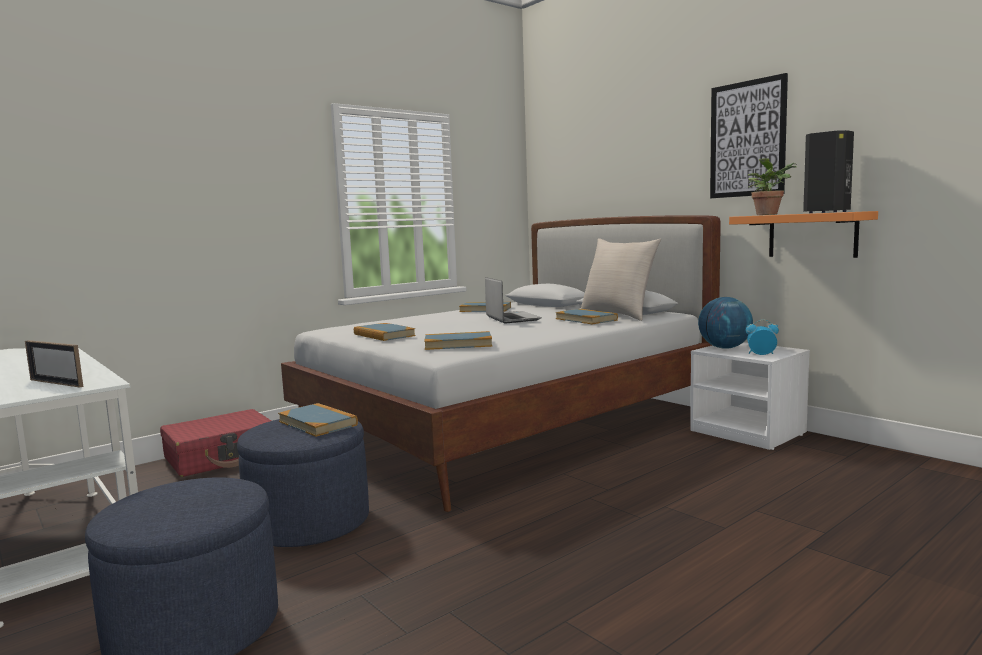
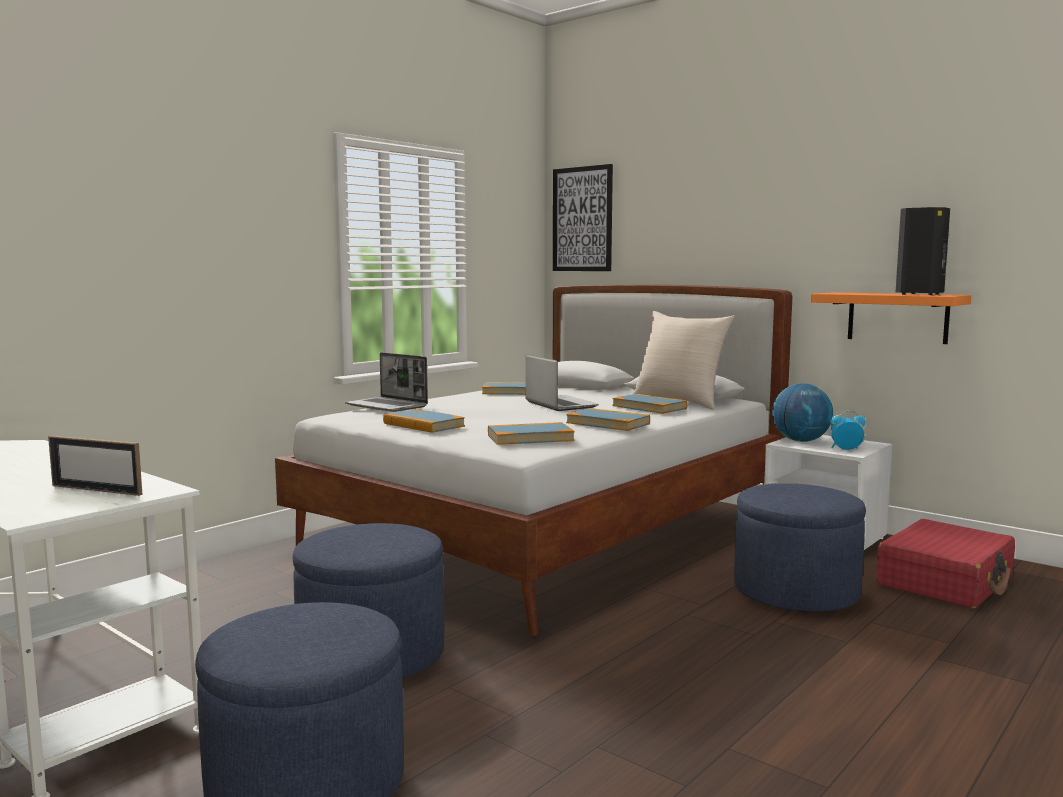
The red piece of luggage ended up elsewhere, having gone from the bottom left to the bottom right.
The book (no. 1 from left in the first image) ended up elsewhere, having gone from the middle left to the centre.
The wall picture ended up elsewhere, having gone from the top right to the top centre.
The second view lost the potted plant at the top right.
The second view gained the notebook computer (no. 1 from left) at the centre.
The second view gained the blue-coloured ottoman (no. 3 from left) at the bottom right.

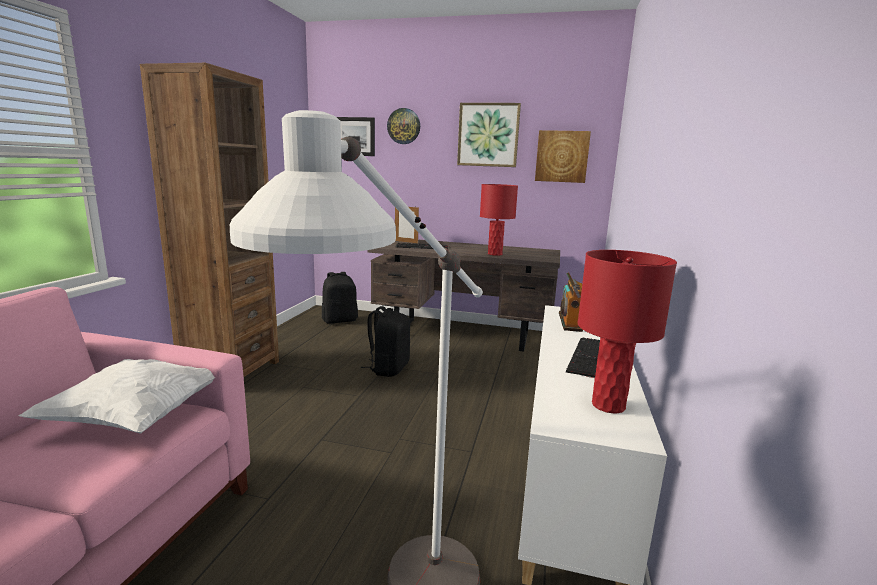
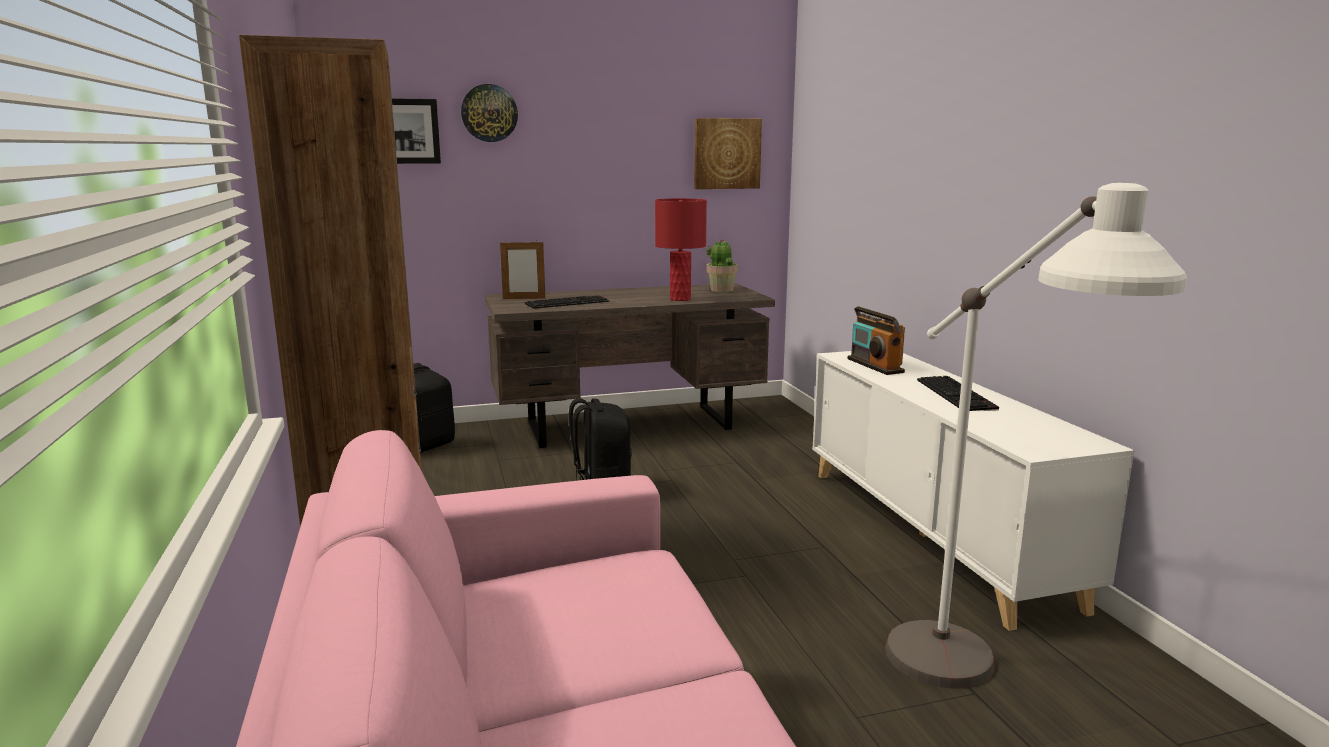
The second view lost the whitish cushion at the bottom left.
The second view lost the wall picture (no. 2 from left) at the top centre.
The second view lost the red tabletop lamp (no. 2 from left) at the middle right.
The second view gained the potted plant at the centre.

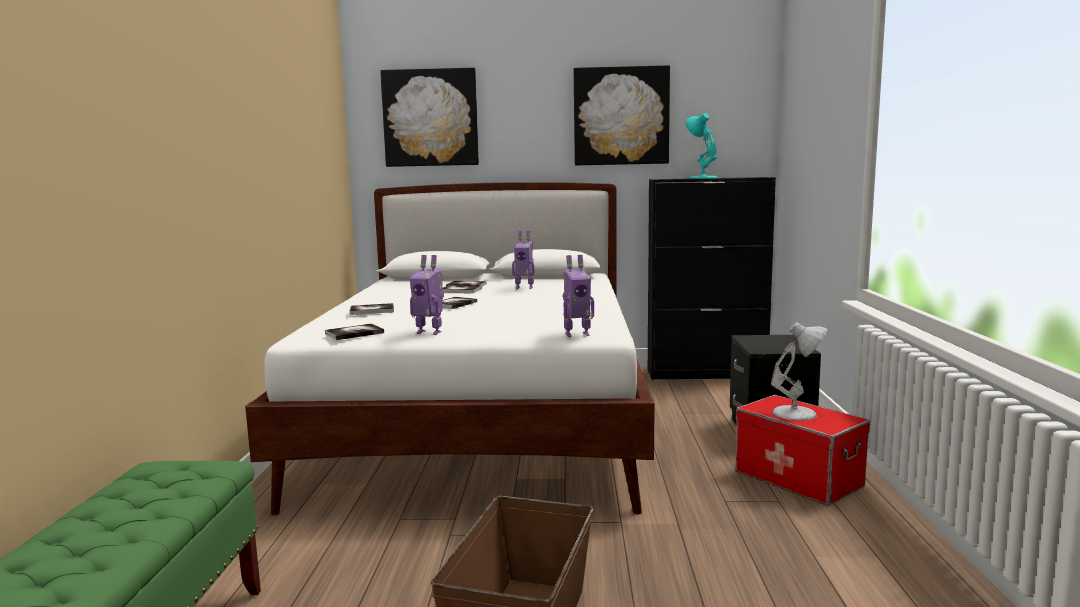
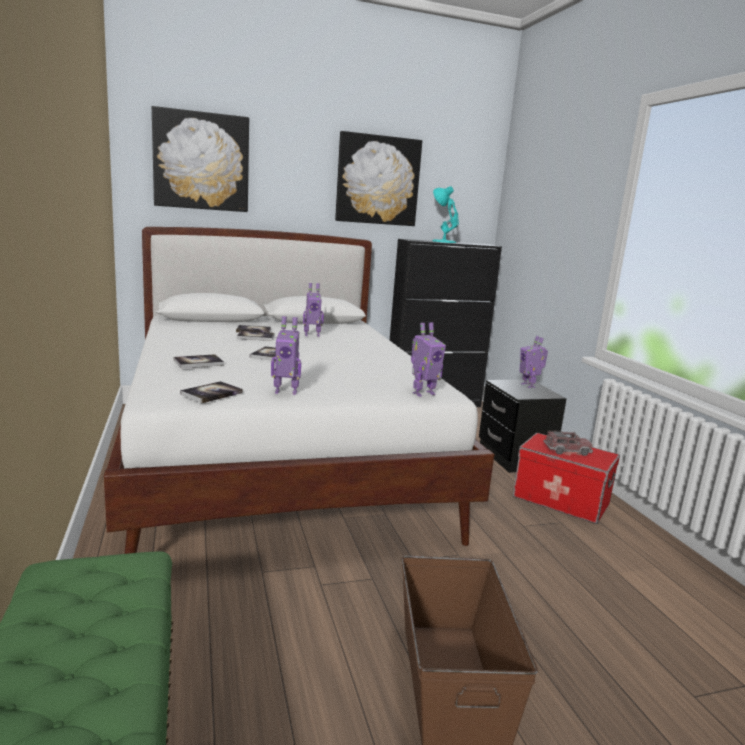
Where the whitish tabletop lamp stood at the middle right, the toy truck came to stand at the middle right.
The second view gained the robot figure (no. 4 from left) at the middle right.

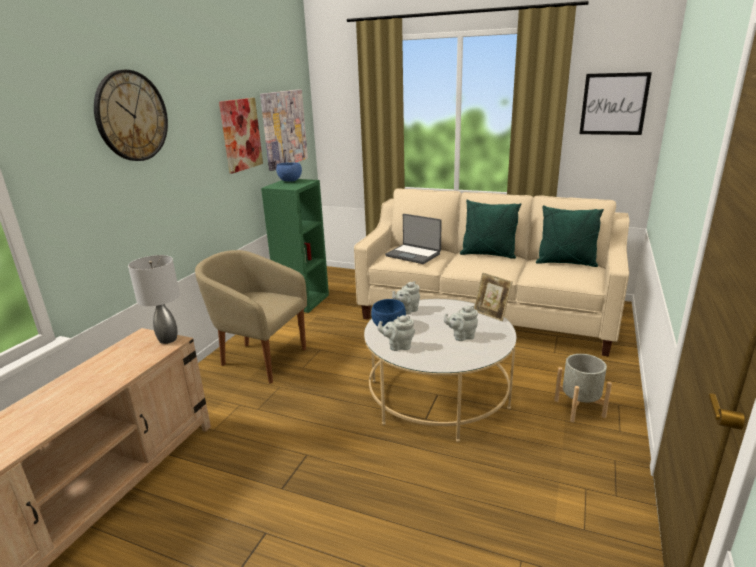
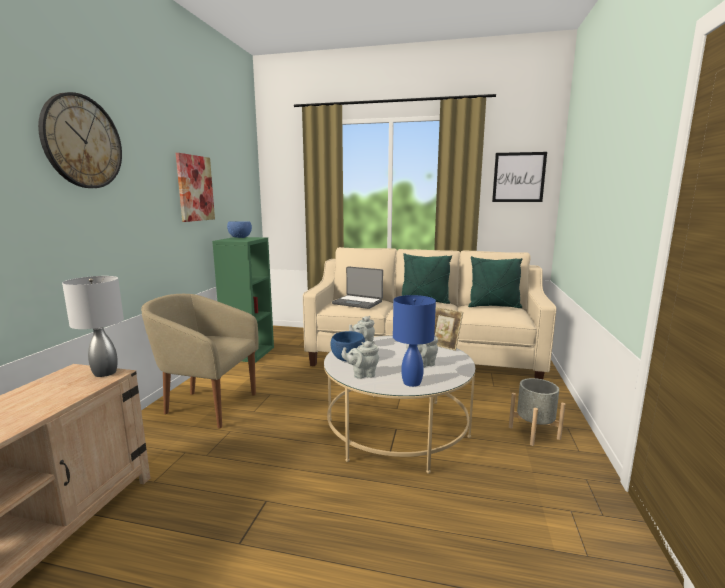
The second view lost the wall picture (no. 2 from left) at the top centre.
The second view gained the blue-coloured tabletop lamp at the centre.

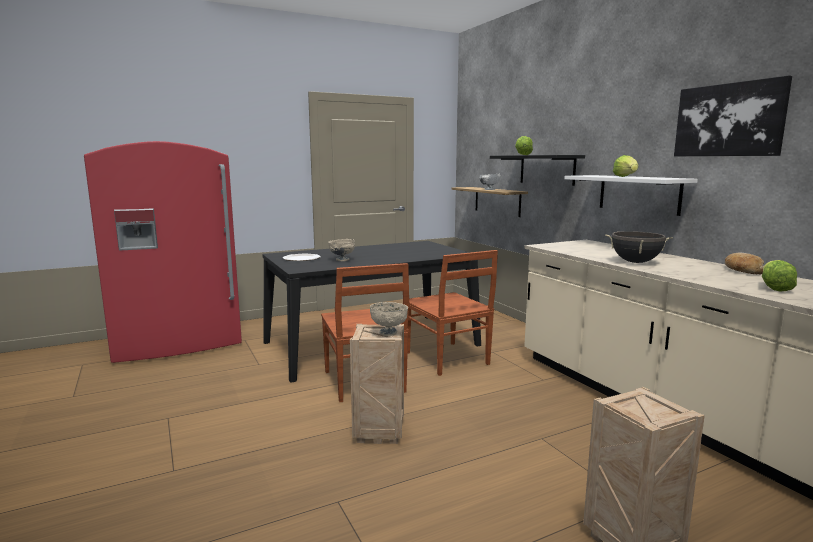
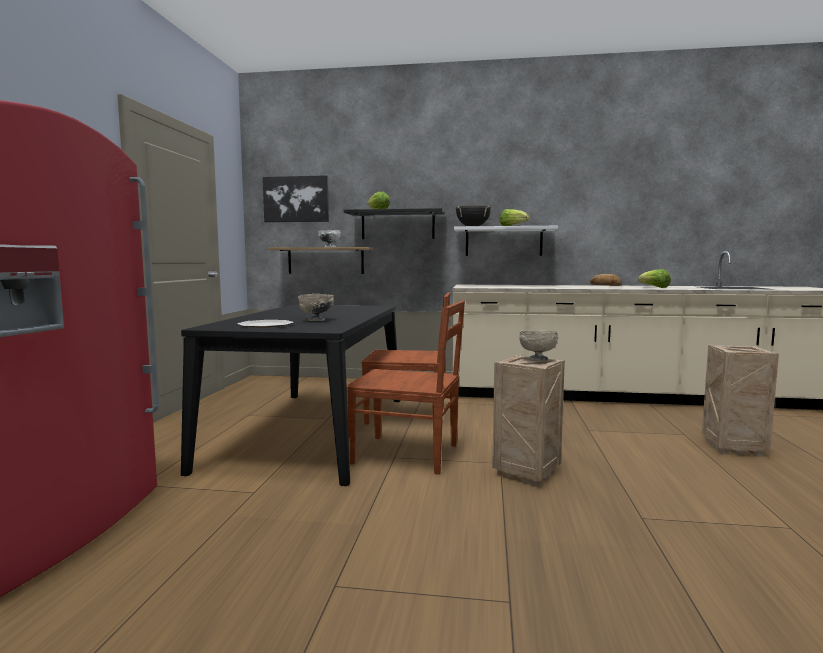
The blackish saucepot ended up elsewhere, having gone from the middle right to the top centre.
The wall picture ended up elsewhere, having gone from the top right to the top centre.

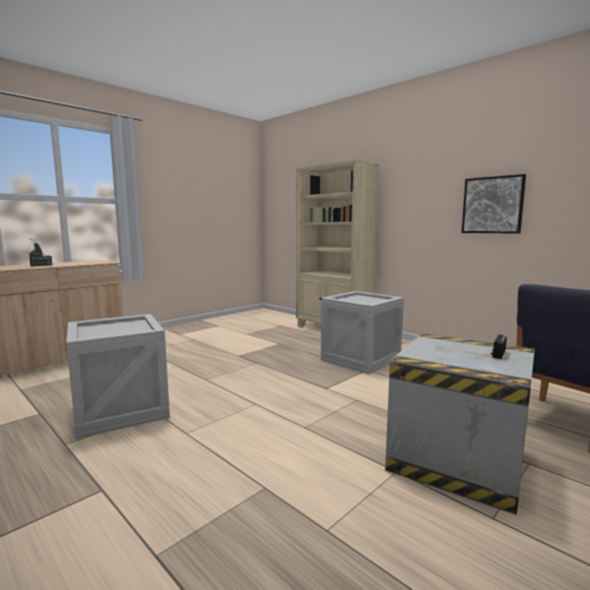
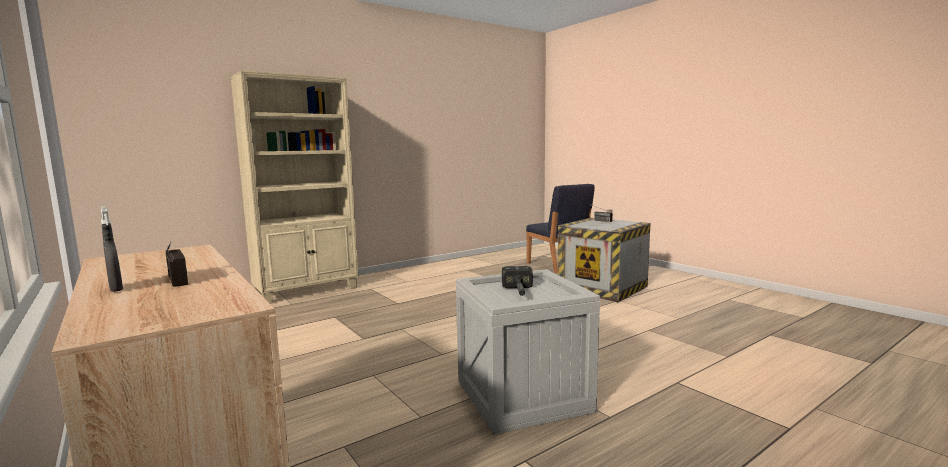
The second view lost the packing crate (no. 2 from left) at the centre.
The second view lost the wall picture at the middle right.
The second view gained the hammer at the centre.

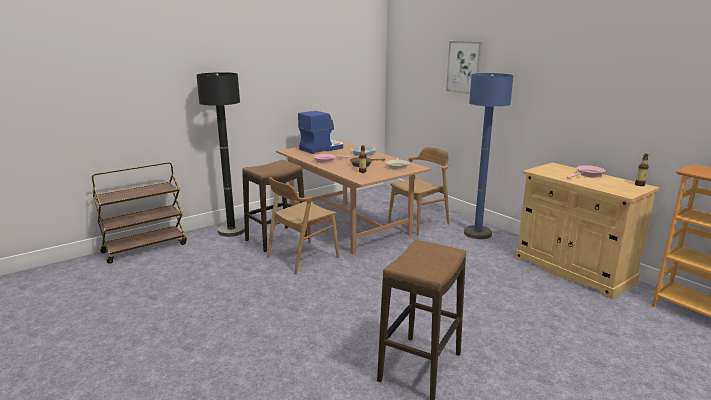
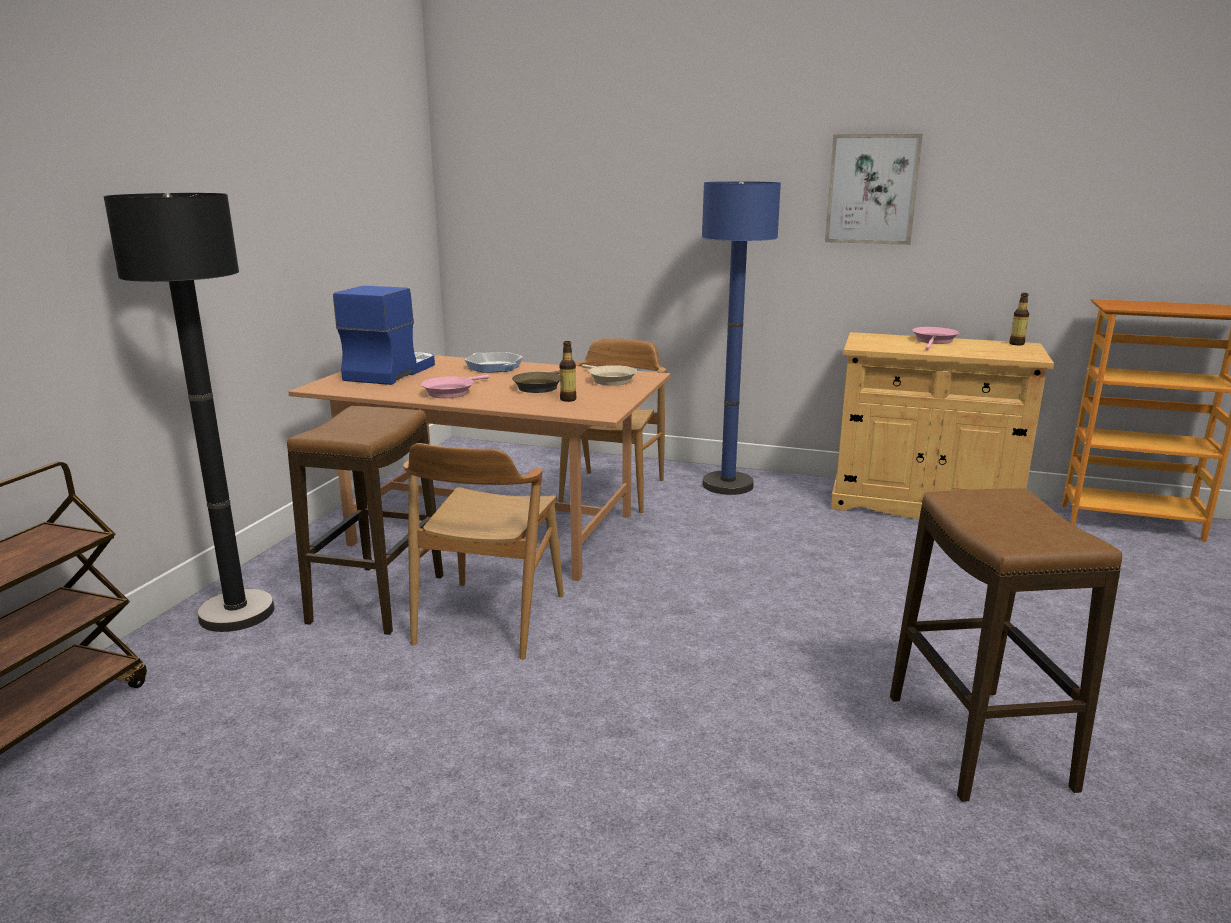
The wall picture ended up elsewhere, having gone from the top centre to the top right.

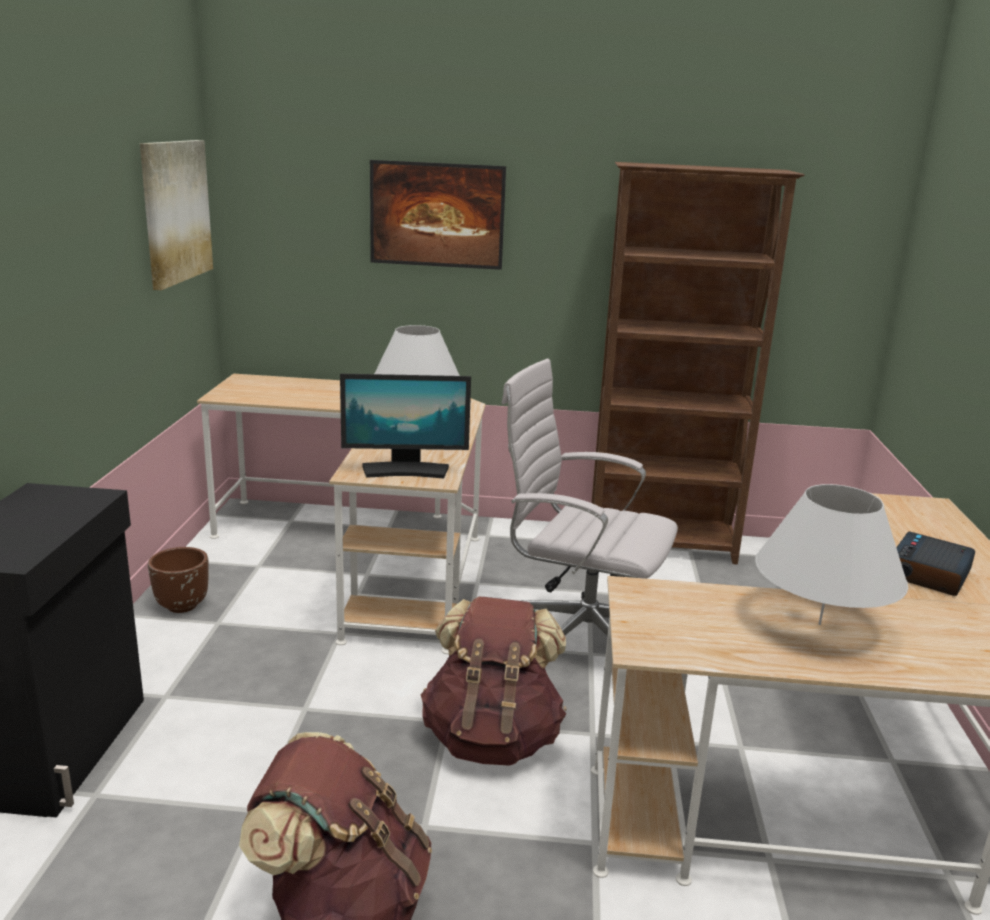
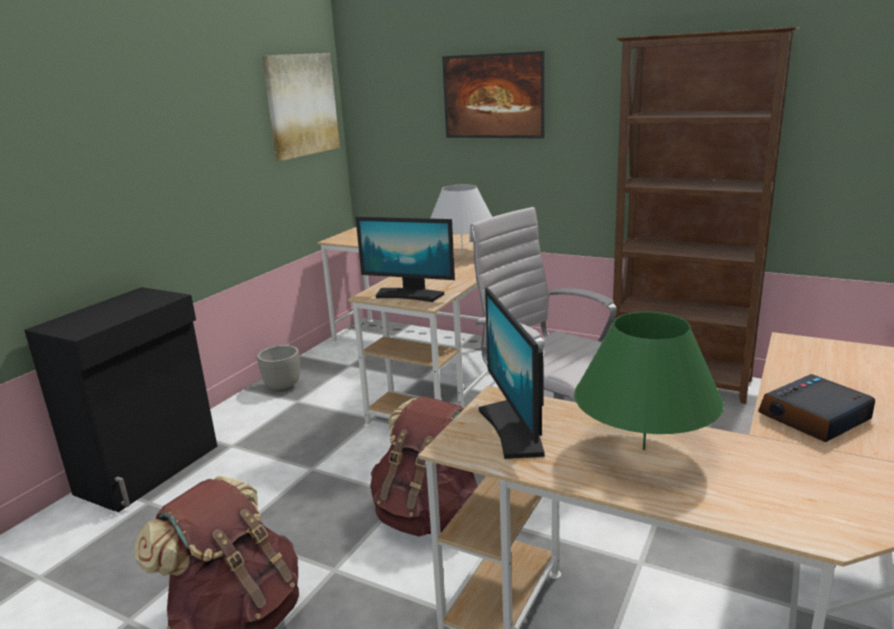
What was the brownish flower pot at the middle left turned into the grey flower pot at the middle left.
What was the whitish tabletop lamp (no. 2 from left) at the middle right turned into the green tabletop lamp at the middle right.
The second view gained the computer screen (no. 2 from left) at the centre.

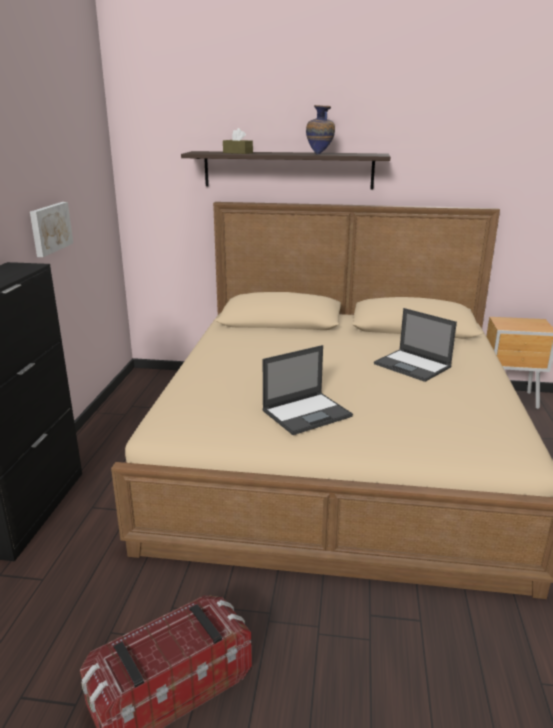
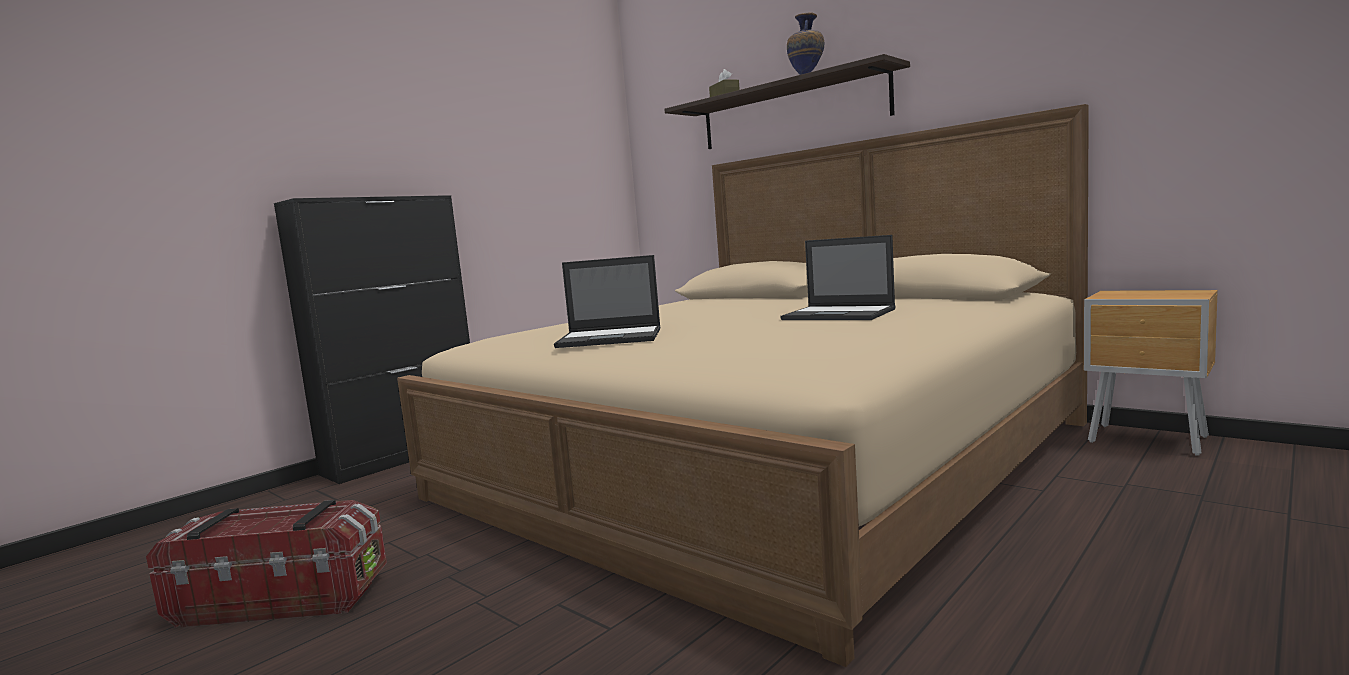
The second view lost the wall picture at the top left.
The notebook computer (no. 2 from left) at the middle right ended up facing another way, 45 degrees counterclockwise from before.

